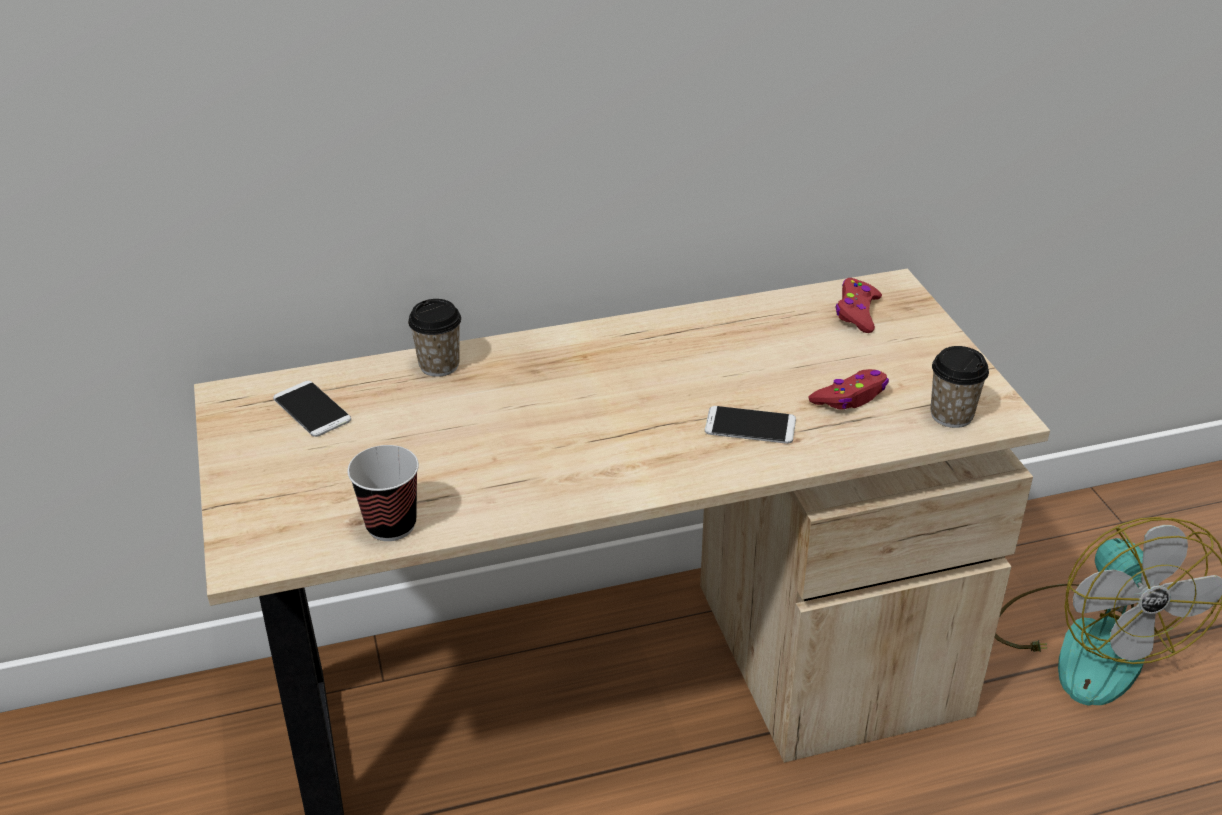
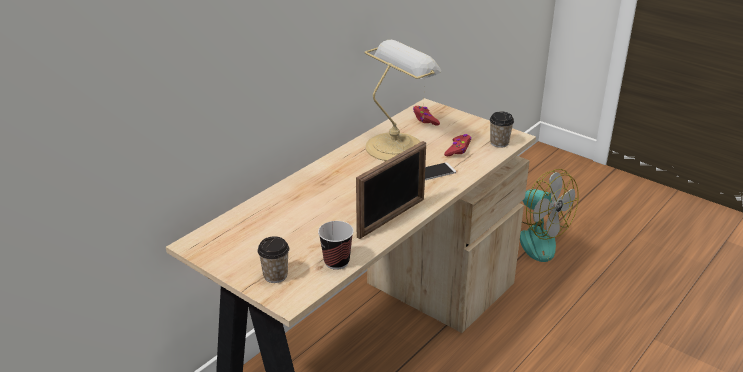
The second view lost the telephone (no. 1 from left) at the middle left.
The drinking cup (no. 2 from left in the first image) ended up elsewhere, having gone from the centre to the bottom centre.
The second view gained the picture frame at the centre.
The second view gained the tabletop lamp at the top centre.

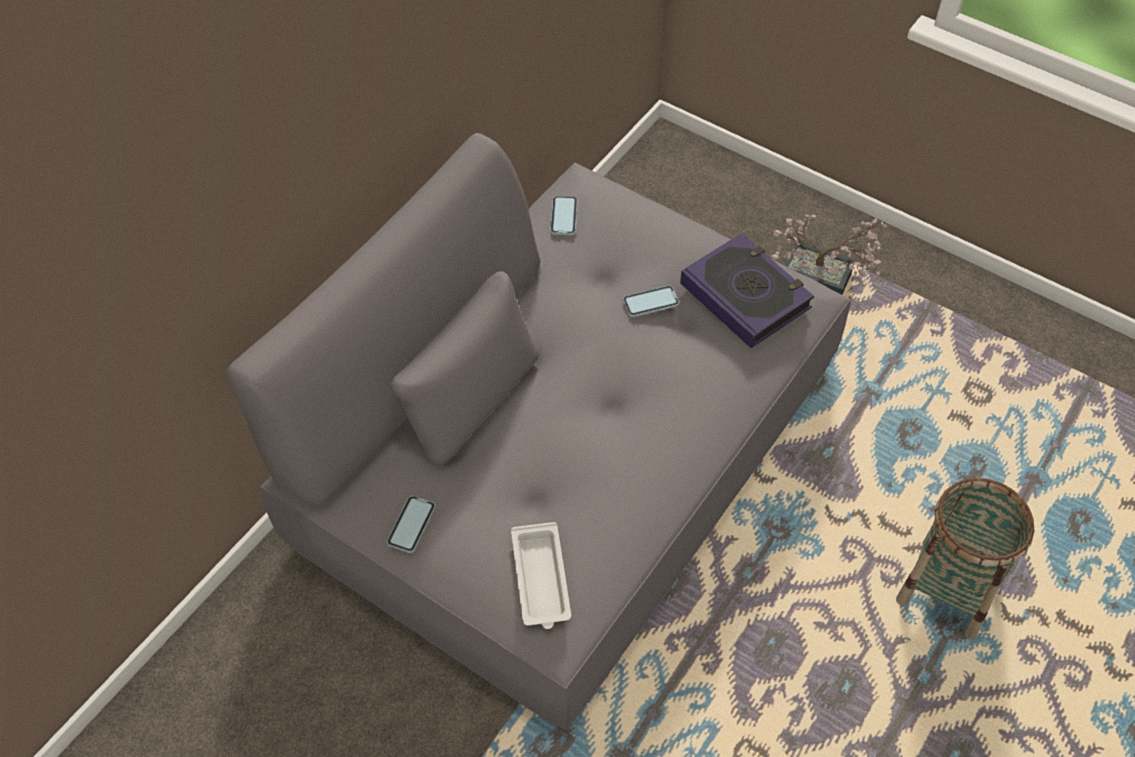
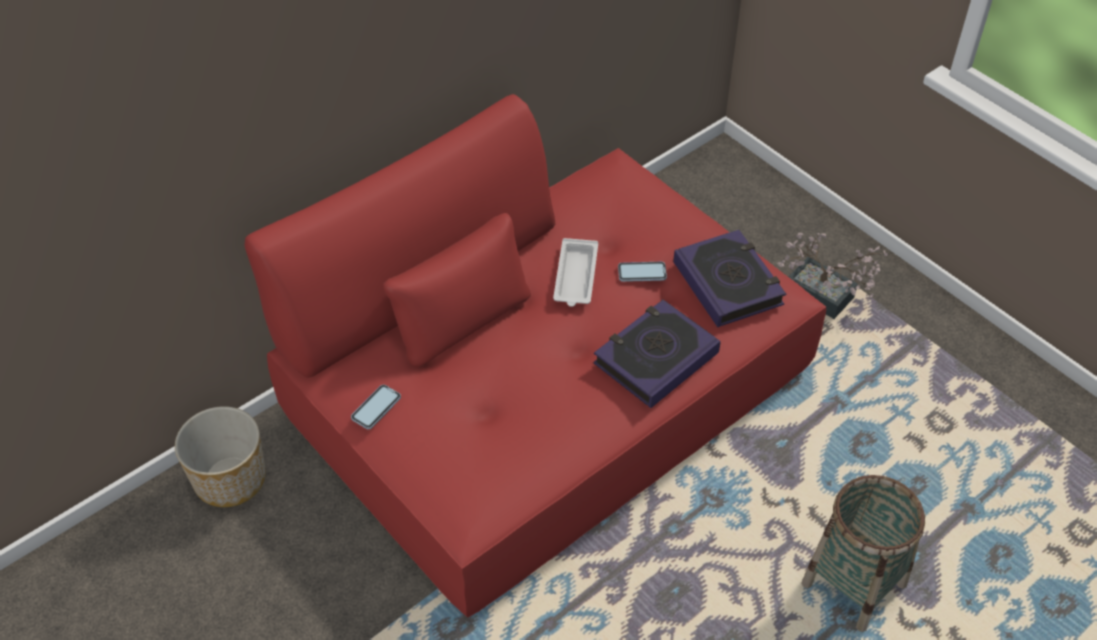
What was the grey sofa at the centre turned into the red sofa at the centre.
The whitish tray ended up elsewhere, having gone from the bottom centre to the centre.
The second view lost the telephone (no. 2 from left) at the top centre.
The second view gained the flower pot at the bottom left.
The second view gained the book (no. 1 from left) at the centre.

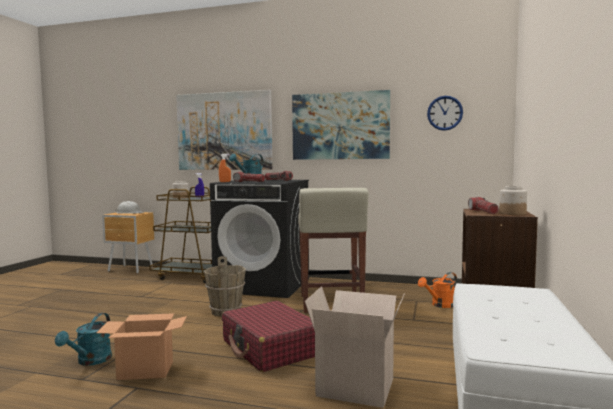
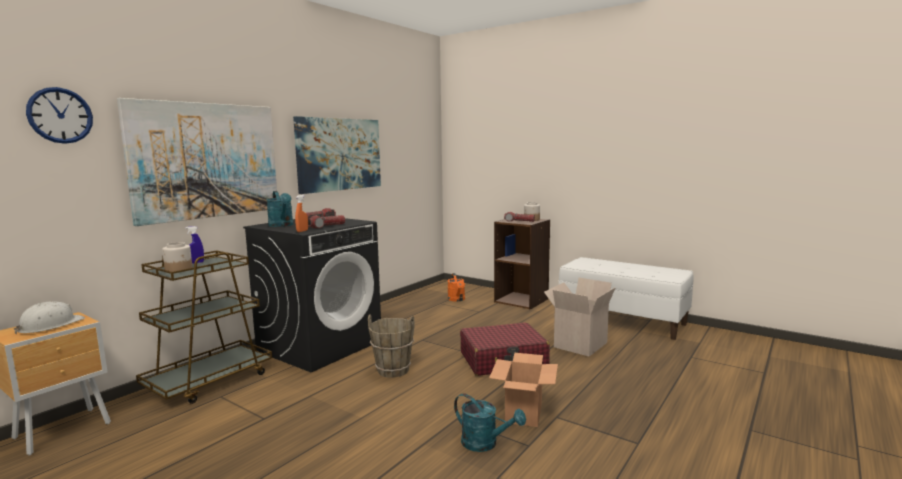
The second view lost the sand-coloured stool seat at the centre.
The hanging clock ended up elsewhere, having gone from the top right to the top left.

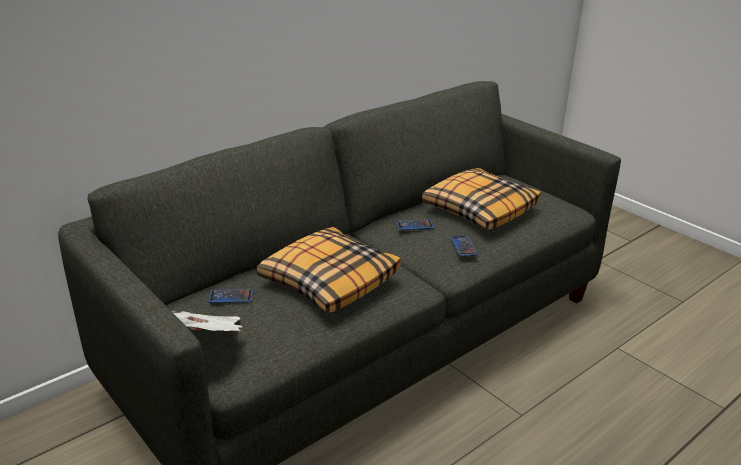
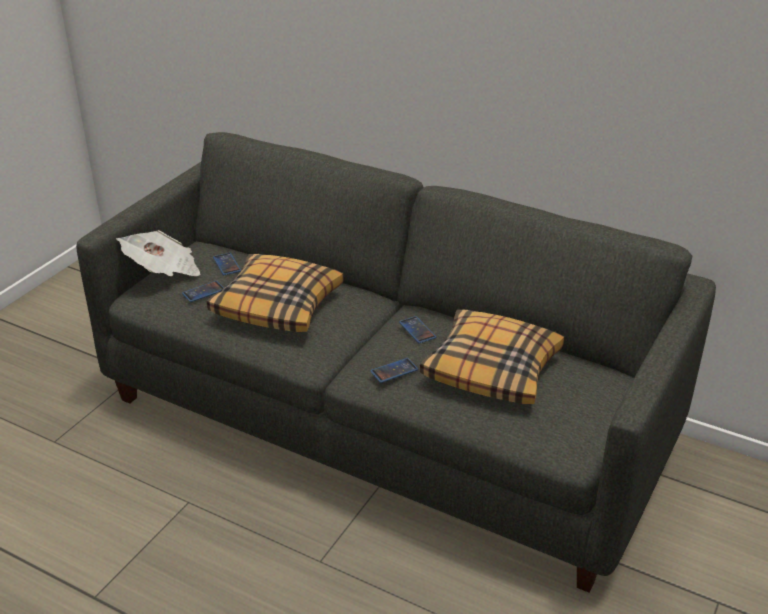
The second view gained the telephone (no. 1 from left) at the middle left.

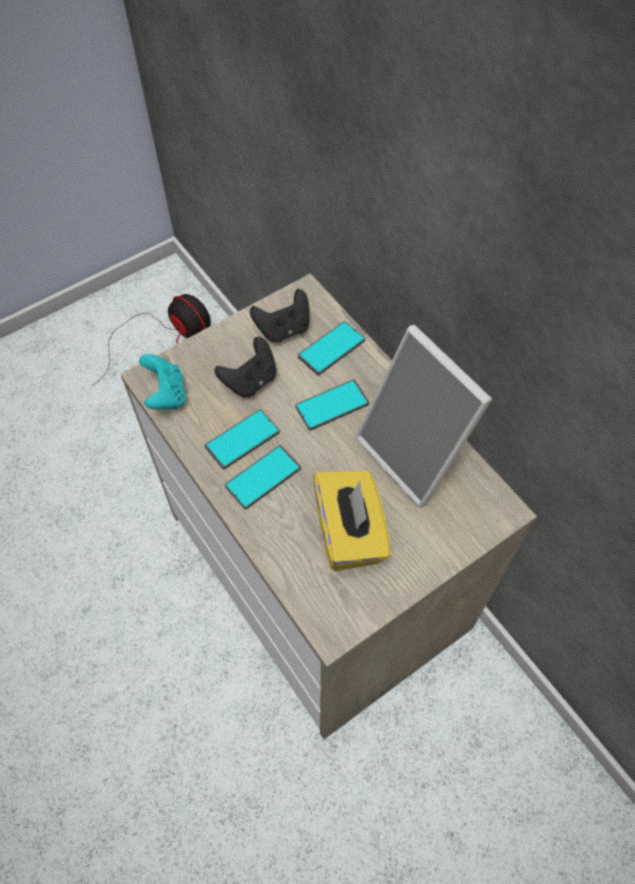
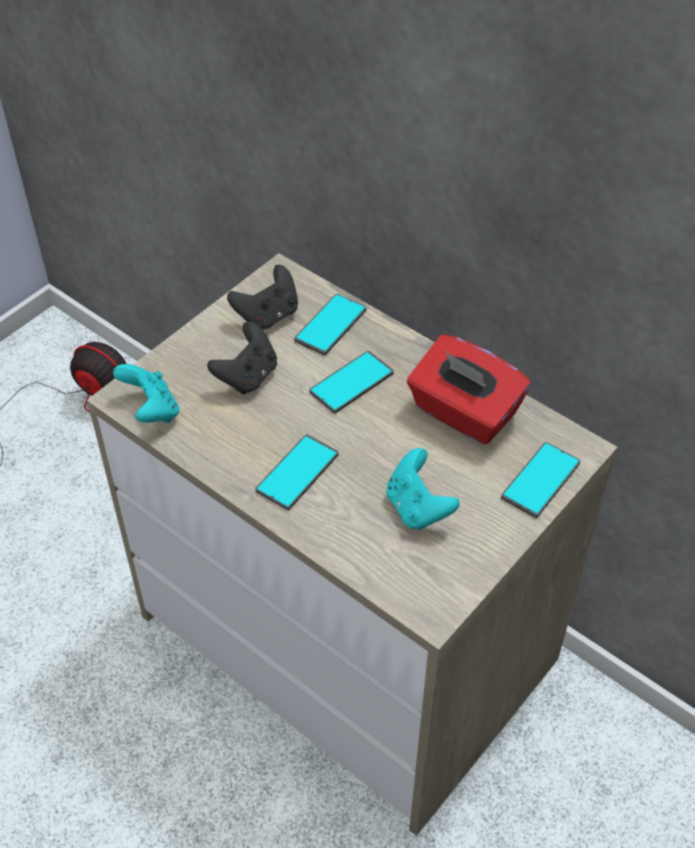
The telephone (no. 1 from left in the first image) ended up elsewhere, having gone from the centre to the middle right.
Where the yellow-coloured tissue box stood at the centre, the blue-green game controller (no. 2 from left) came to stand at the centre.
Where the picture frame stood at the middle right, the red tissue box came to stand at the middle right.

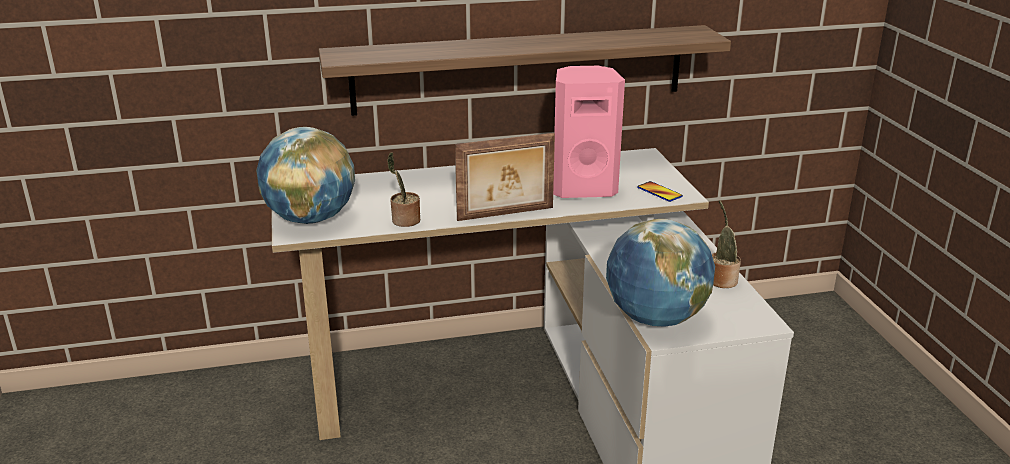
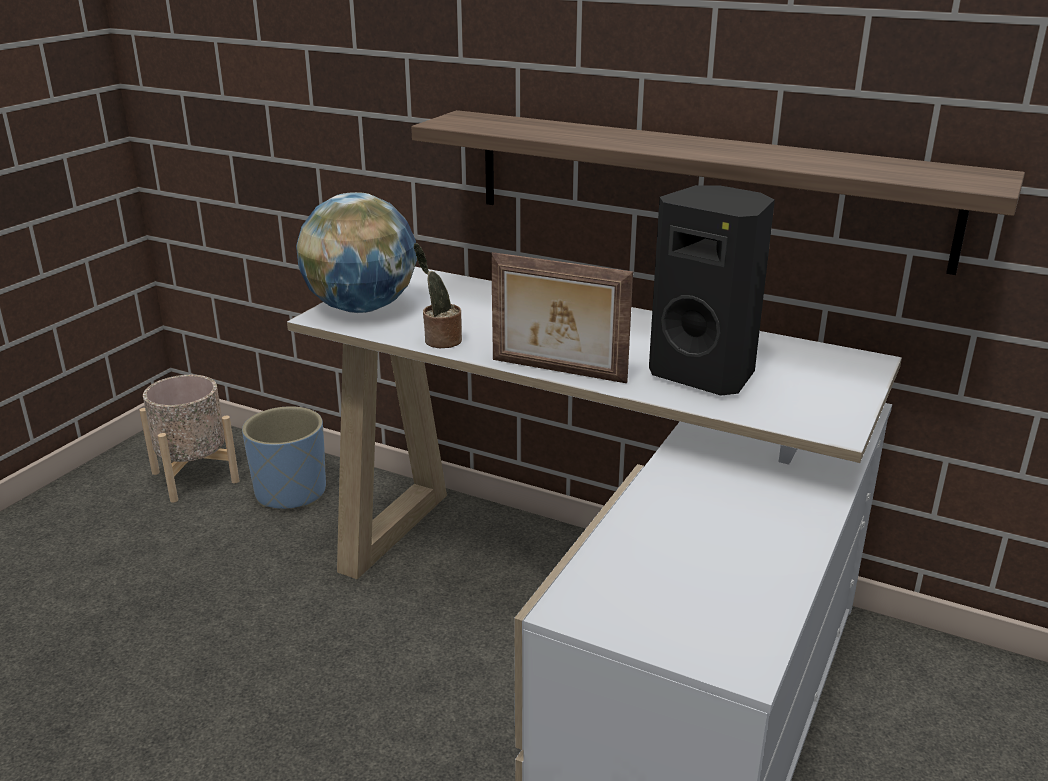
What was the pinkish audio speaker at the top centre turned into the blackish audio speaker at the middle right.
The second view lost the world globe (no. 2 from left) at the centre.
The second view lost the telephone at the centre.
The second view lost the potted plant (no. 2 from left) at the middle right.
The second view gained the sand-coloured flower pot at the middle left.
The second view gained the blue-coloured flower pot at the middle left.

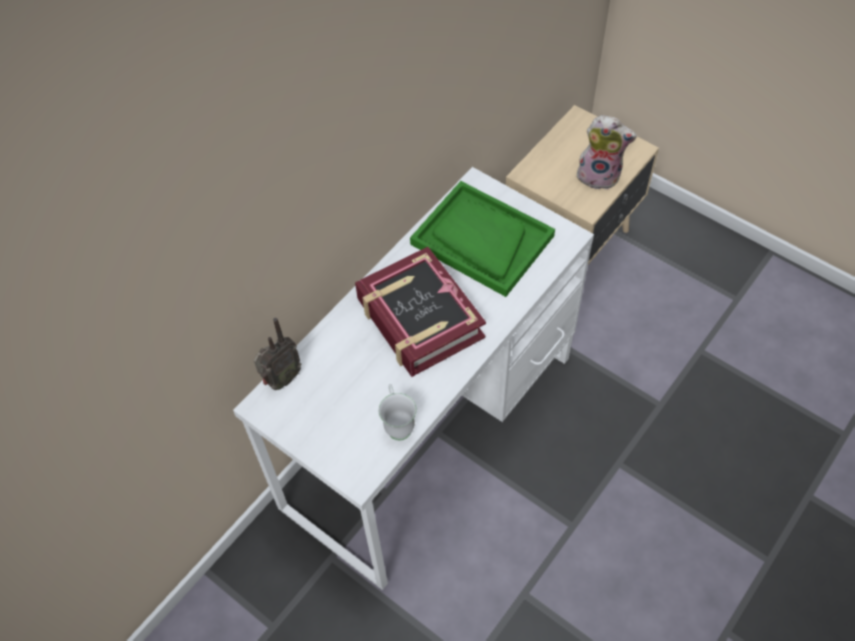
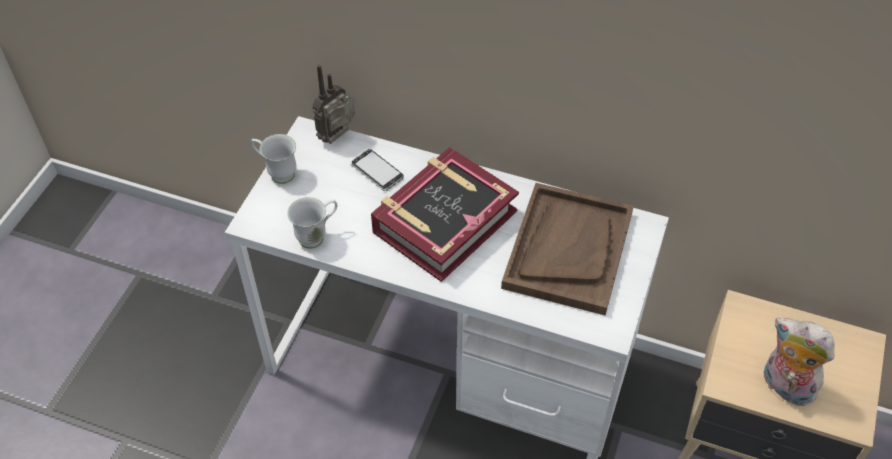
The radio set at the middle left ended up facing another way, 105 degrees clockwise from before.
What was the green tray at the centre turned into the brownish tray at the centre.
The cuddly toy at the top right ended up facing another way, 135 degrees clockwise from before.
The second view gained the whitish mug (no. 1 from left) at the middle left.
The second view gained the telephone at the centre.

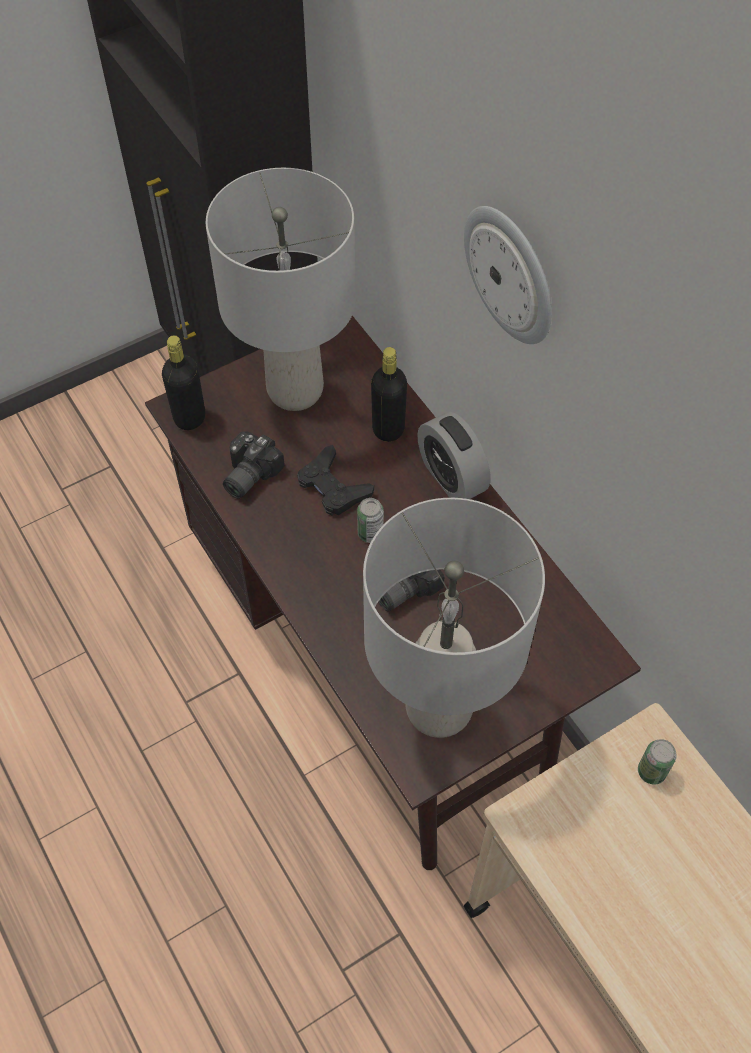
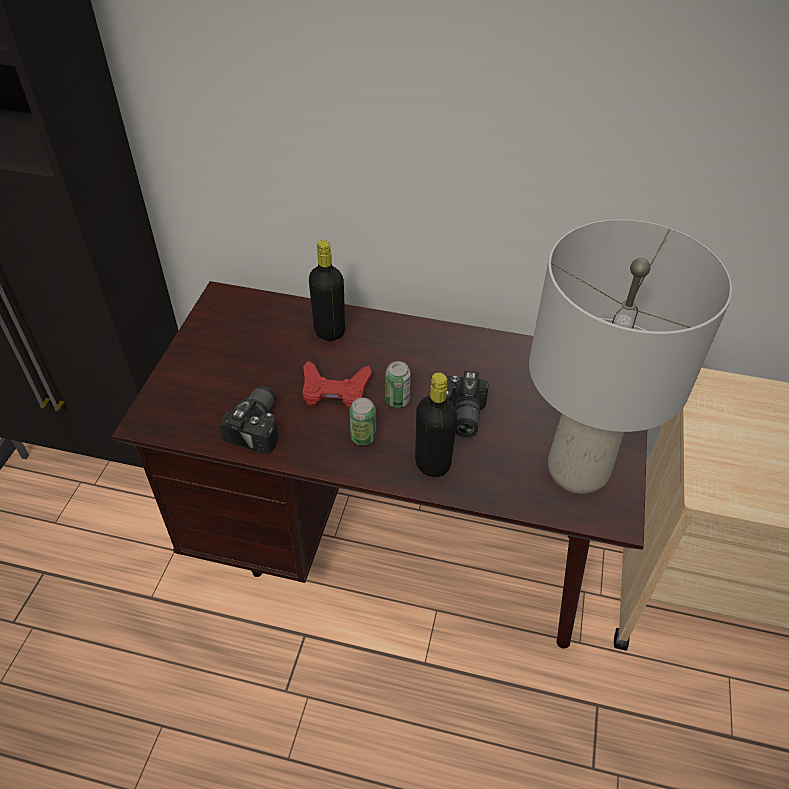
The blackish drink bottle (no. 1 from left in the first image) ended up elsewhere, having gone from the middle left to the centre.
The second view lost the grey tabletop lamp (no. 1 from left) at the top centre.
The still camera (no. 1 from left) at the centre ended up facing another way, 150 degrees counterclockwise from before.
What was the blackish game controller at the centre turned into the red game controller at the centre.
The second view lost the alarm clock at the centre.
The second view lost the hanging clock at the top right.
The can (no. 2 from left in the first image) ended up elsewhere, having gone from the bottom right to the centre.

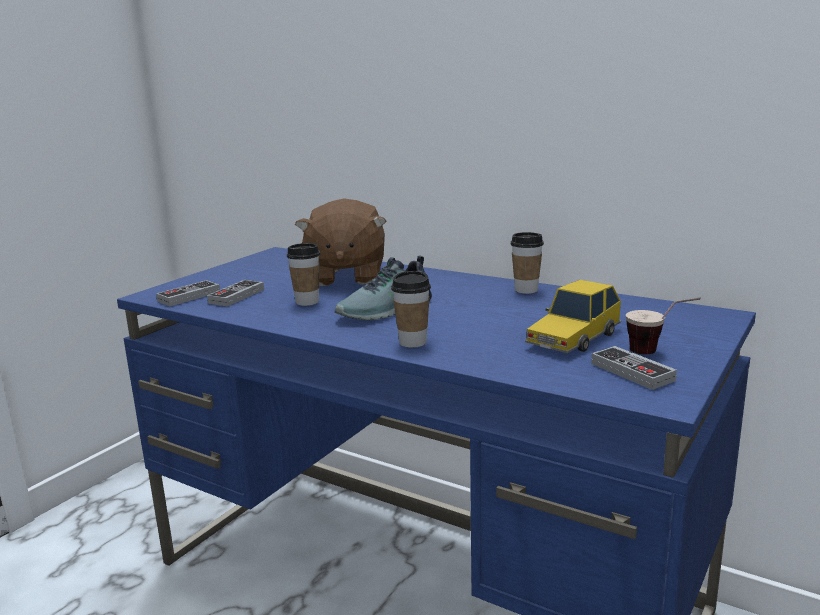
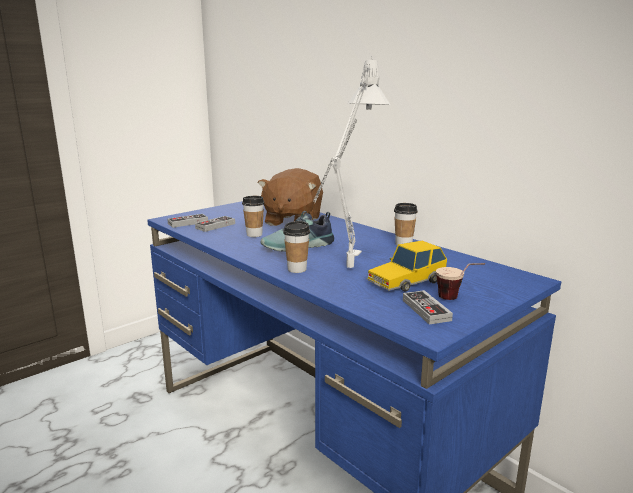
The second view gained the grey tabletop lamp at the top centre.

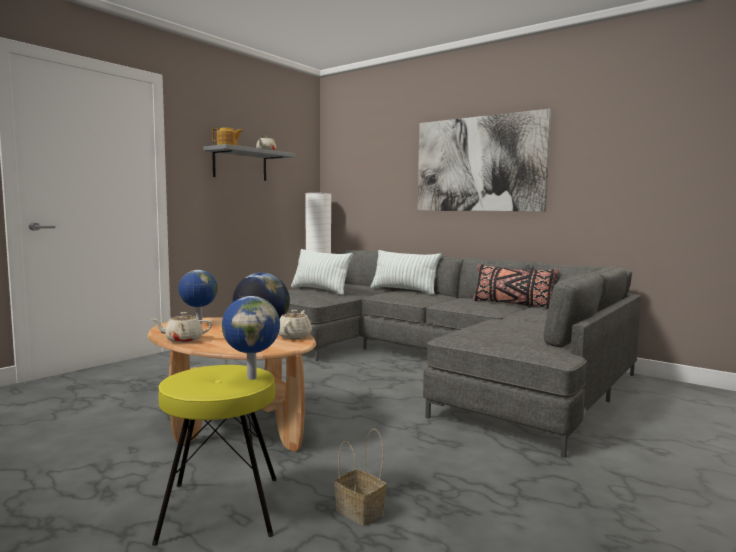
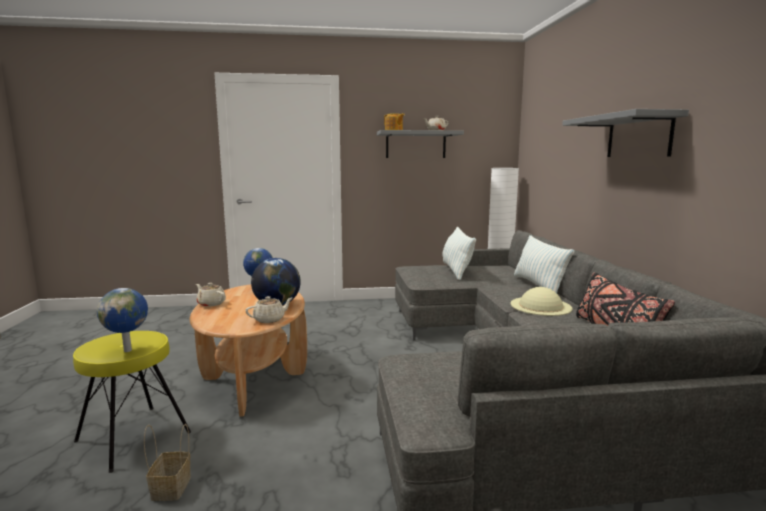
Where the wall picture hung at the top centre, the grey wall shelf (no. 2 from left) came to hang at the top right.
The second view gained the sand-coloured hat at the middle right.

